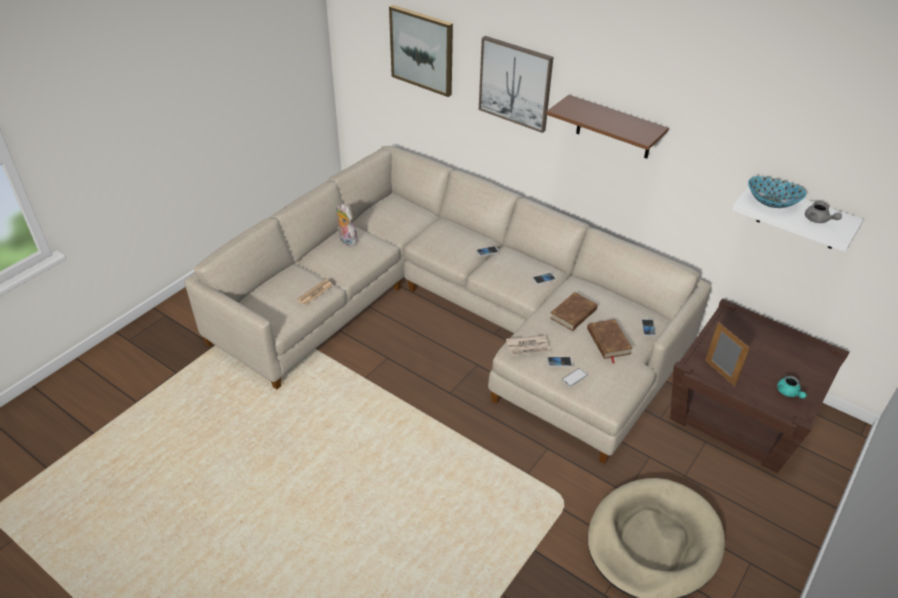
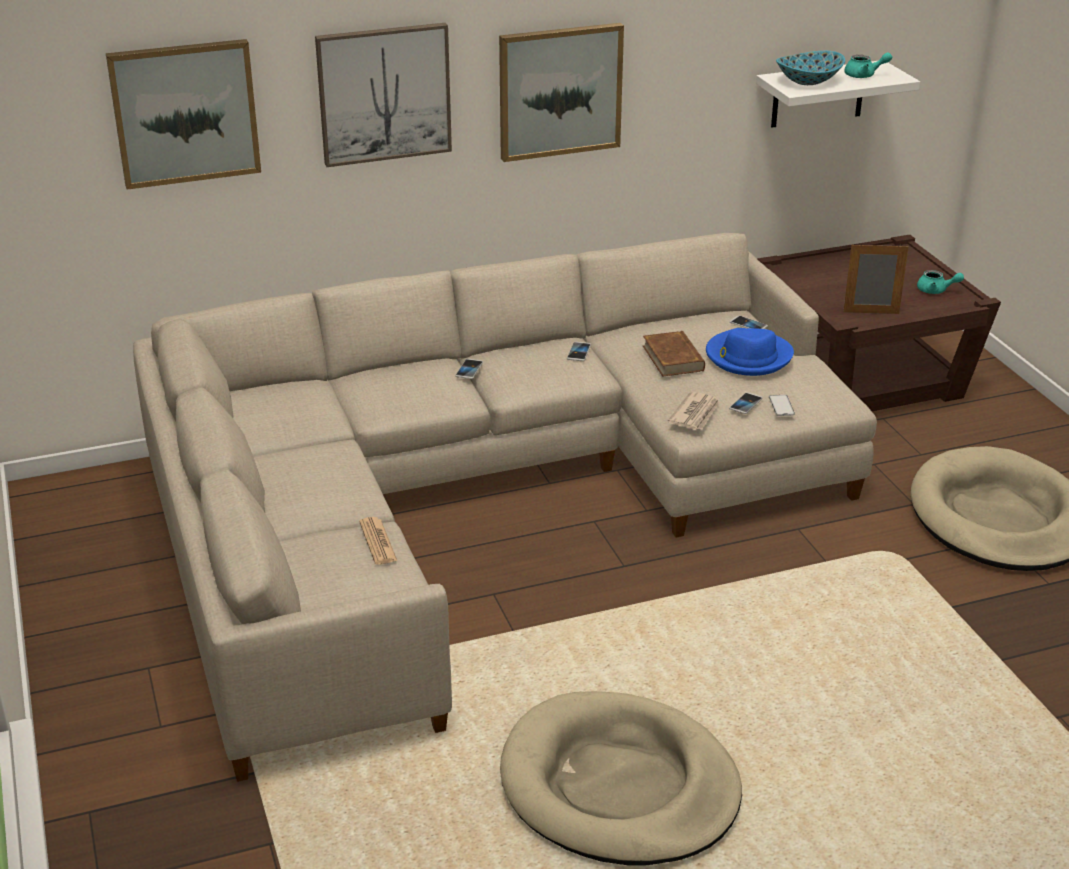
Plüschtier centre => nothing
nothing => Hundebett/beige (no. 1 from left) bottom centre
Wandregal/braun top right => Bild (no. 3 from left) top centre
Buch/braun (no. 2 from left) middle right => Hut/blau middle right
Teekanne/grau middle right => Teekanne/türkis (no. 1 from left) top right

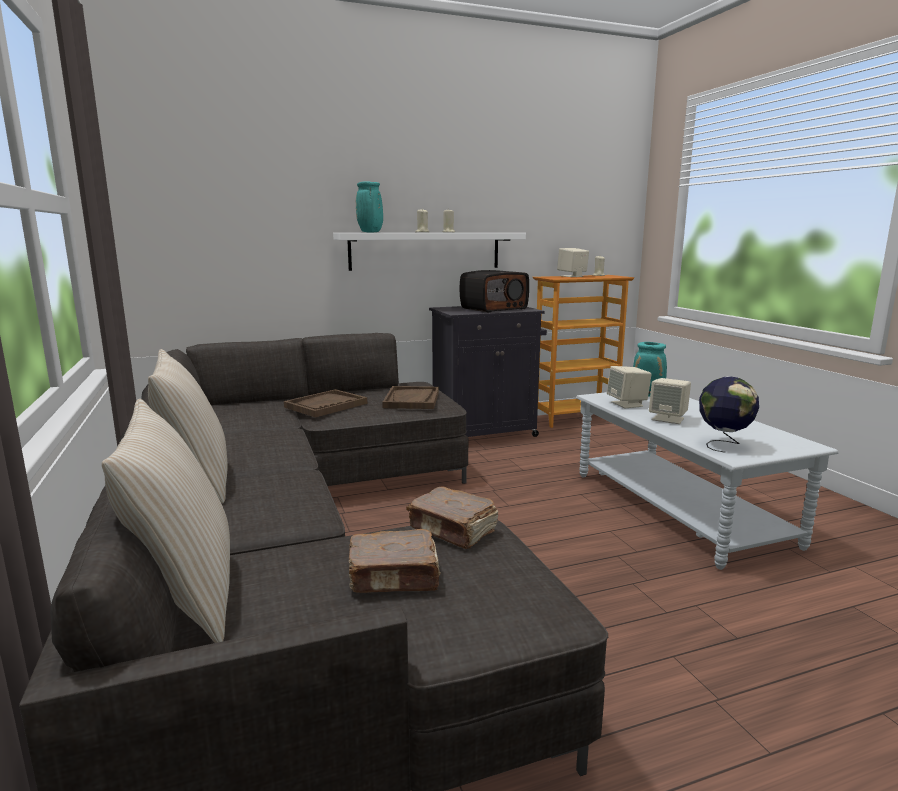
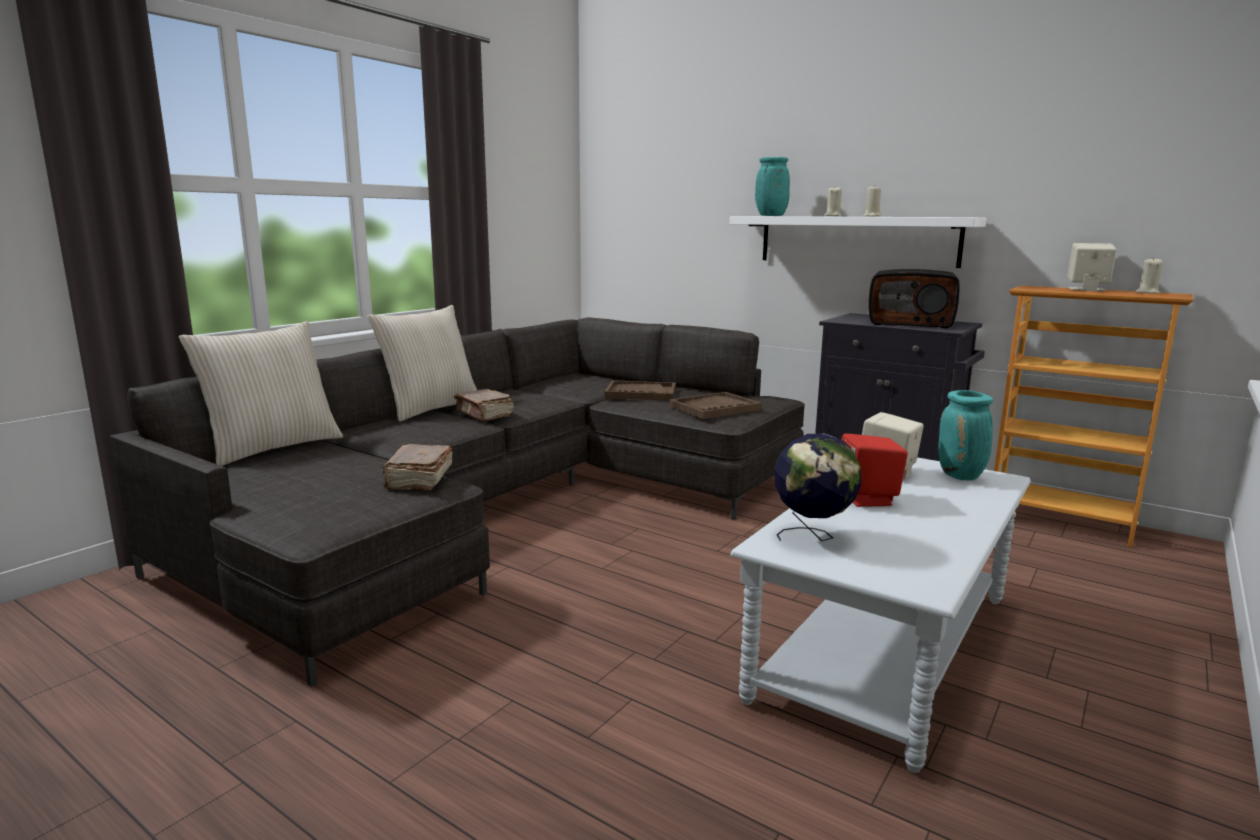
Buch/braun (no. 1 from left in the first image) bottom centre => Buch/braun (no. 2 from left) centre, relocated
Lautsprecher/beige (no. 3 from left) middle right => Lautsprecher/rot middle right

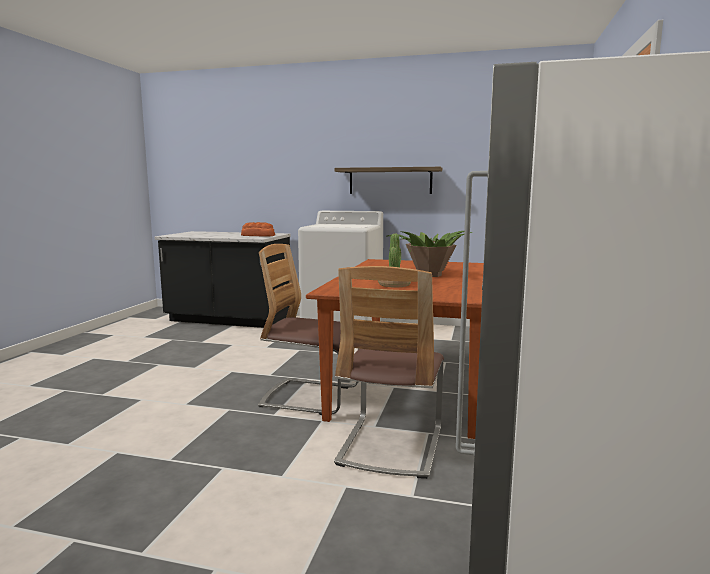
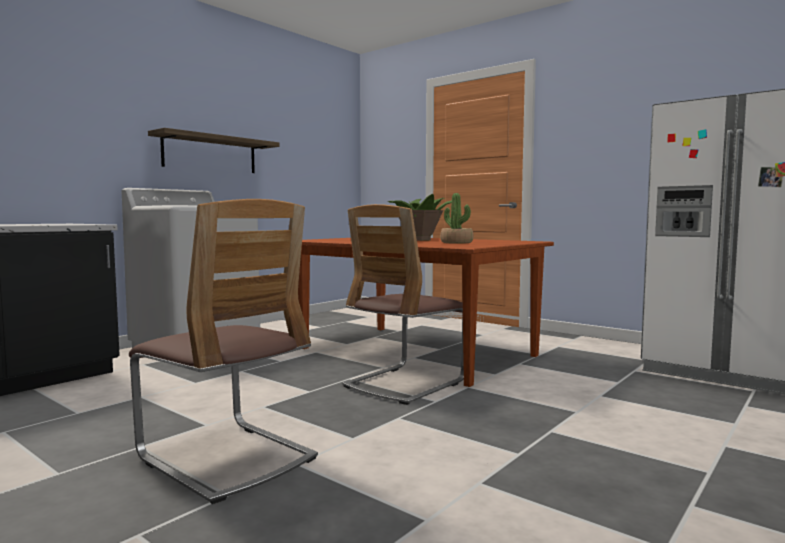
Brot centre => nothing
Stuhl (no. 2 from left in the first image) centre => Stuhl (no. 1 from left) middle left, relocated

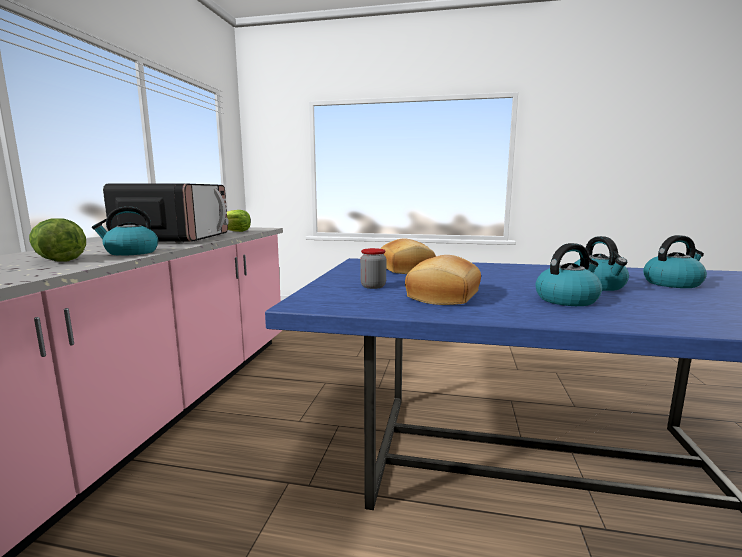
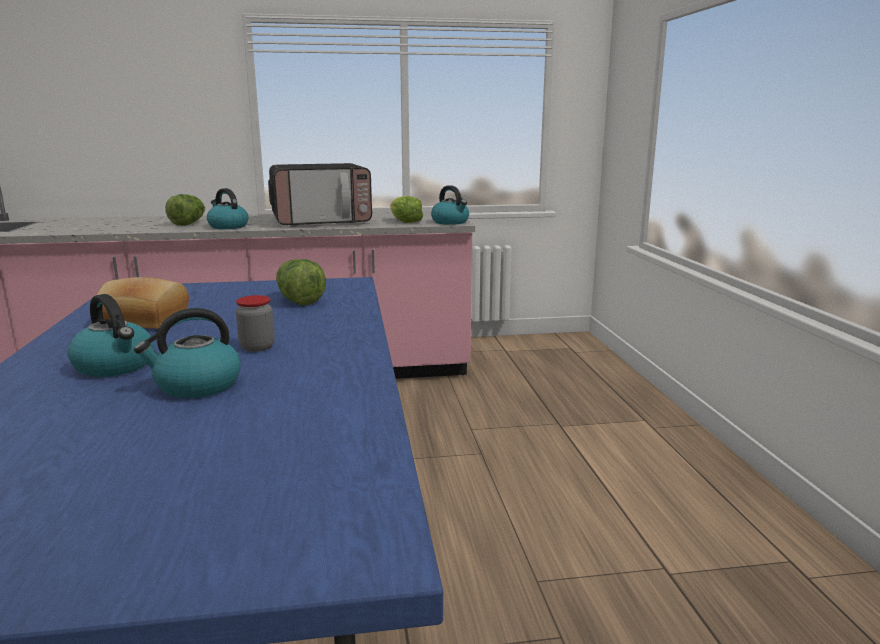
Vorratsglas centre => Vorratsglas middle left, relocated
Wasserkessel (no. 4 from left) middle right => Wasserkessel (no. 4 from left) top centre, relocated
Brot (no. 1 from left) centre => Salatkopf (no. 2 from left) centre

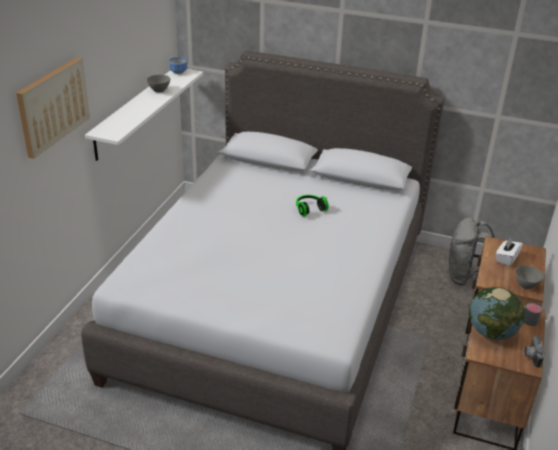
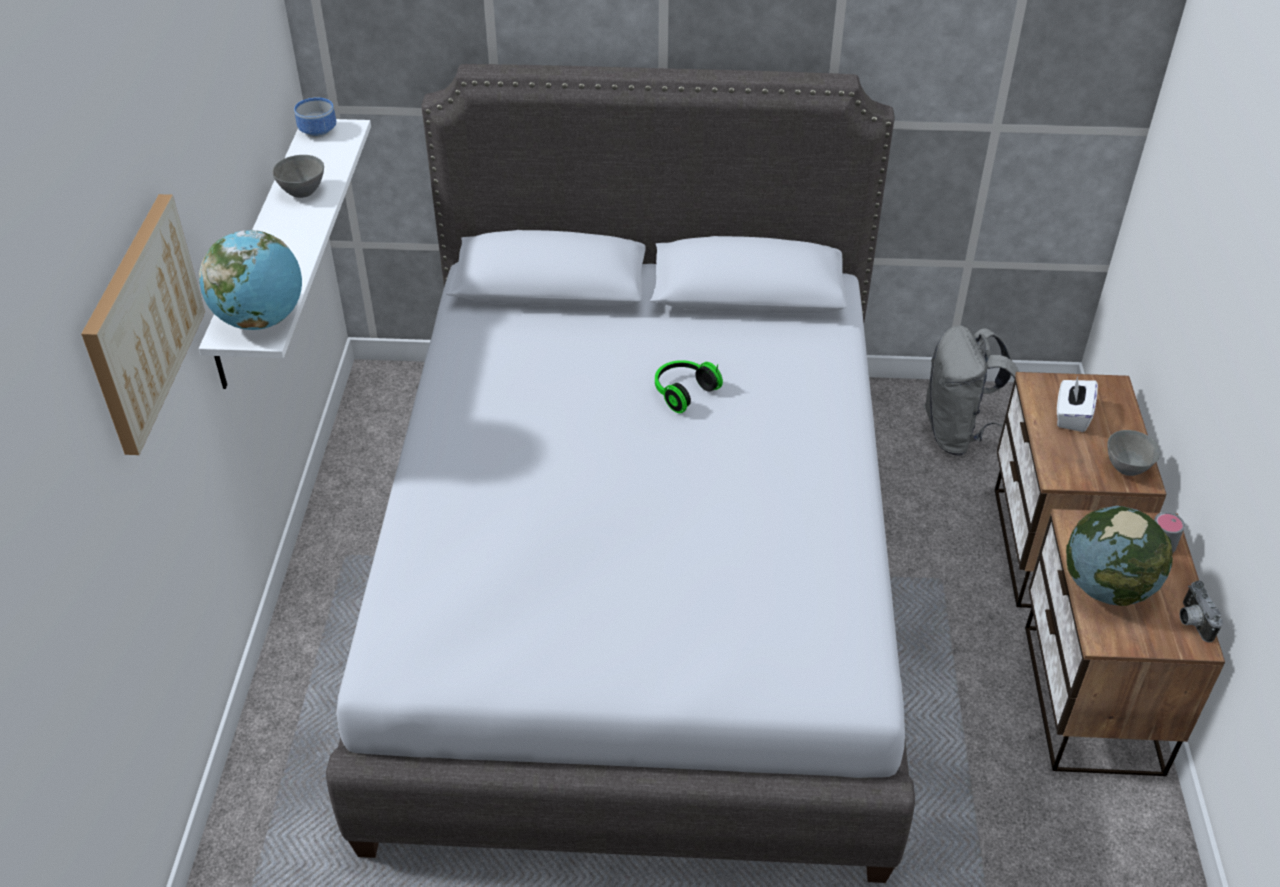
nothing => Globus (no. 1 from left) top left

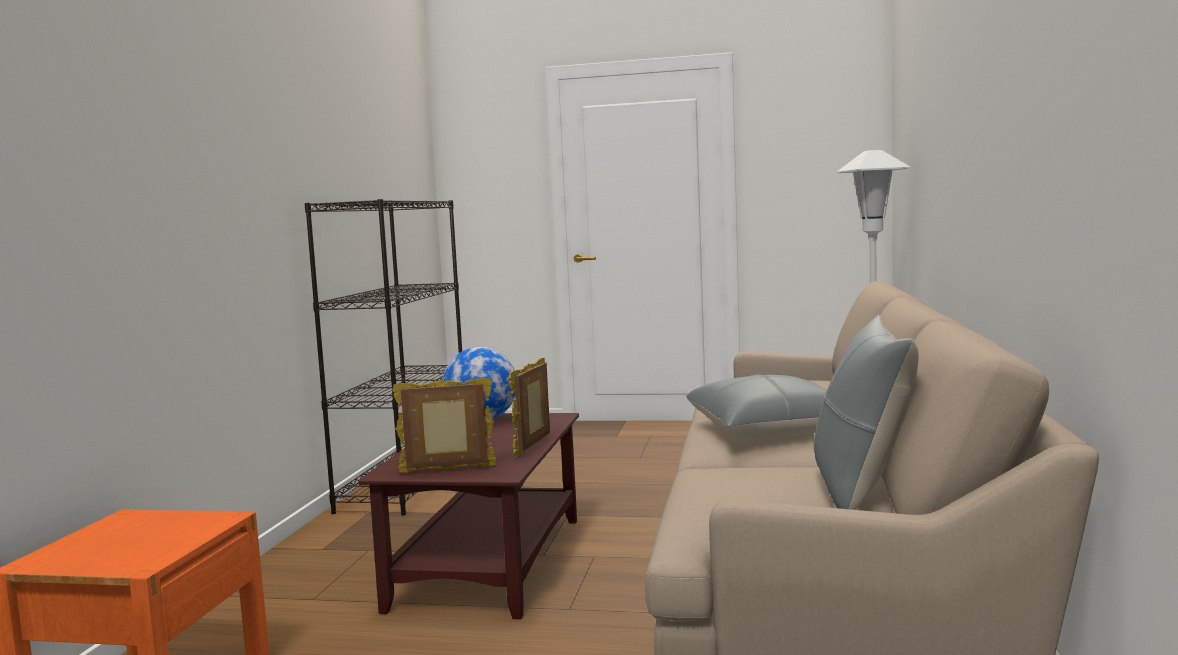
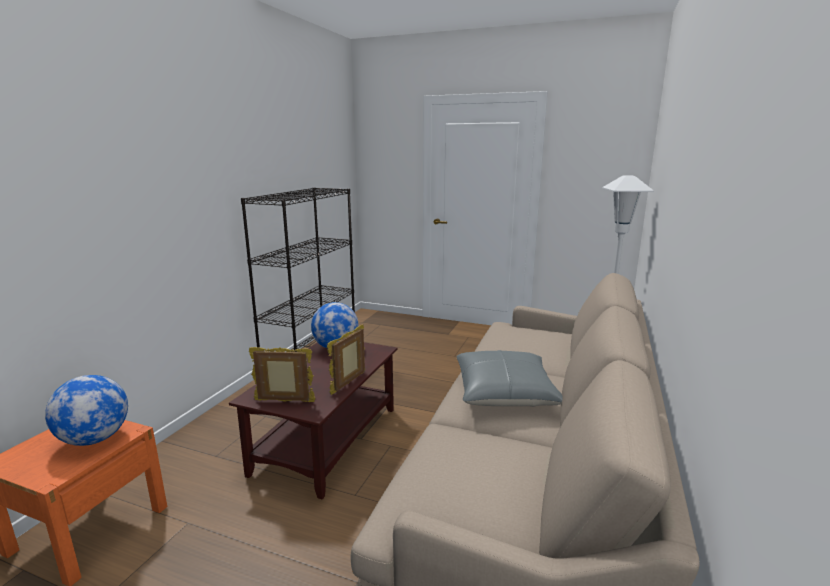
Kissen/grau (no. 2 from left) middle right => nothing
nothing => Globus (no. 1 from left) bottom left

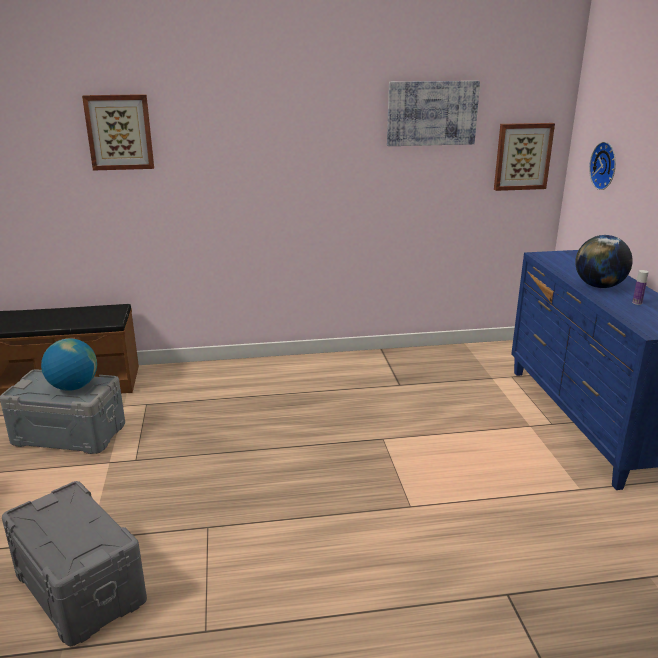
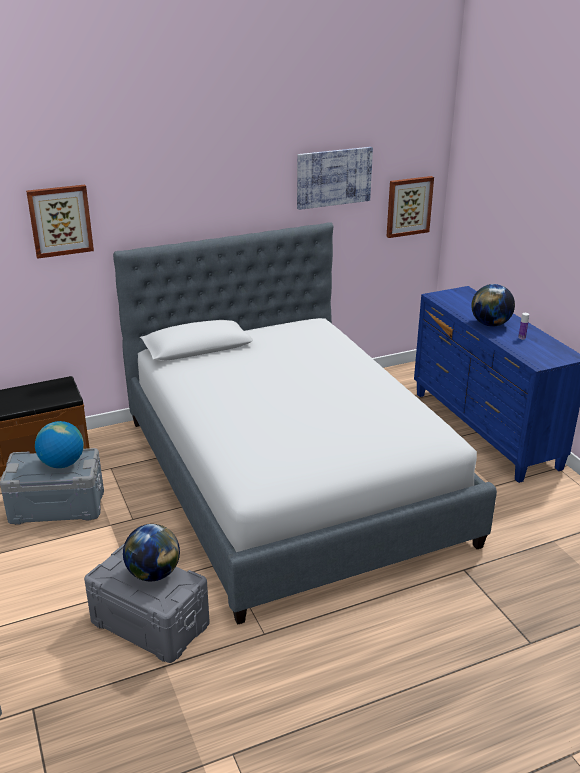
Wanduhr top right => nothing
nothing => Bett centre
nothing => Globus (no. 2 from left) bottom left

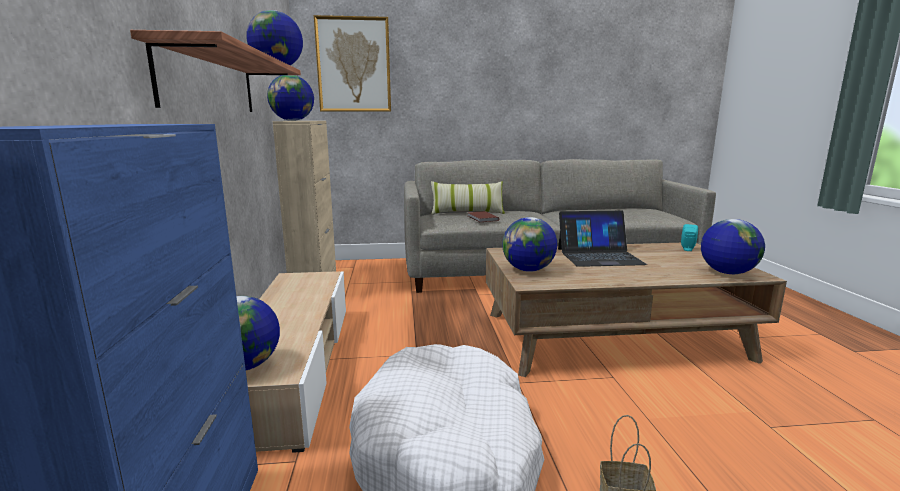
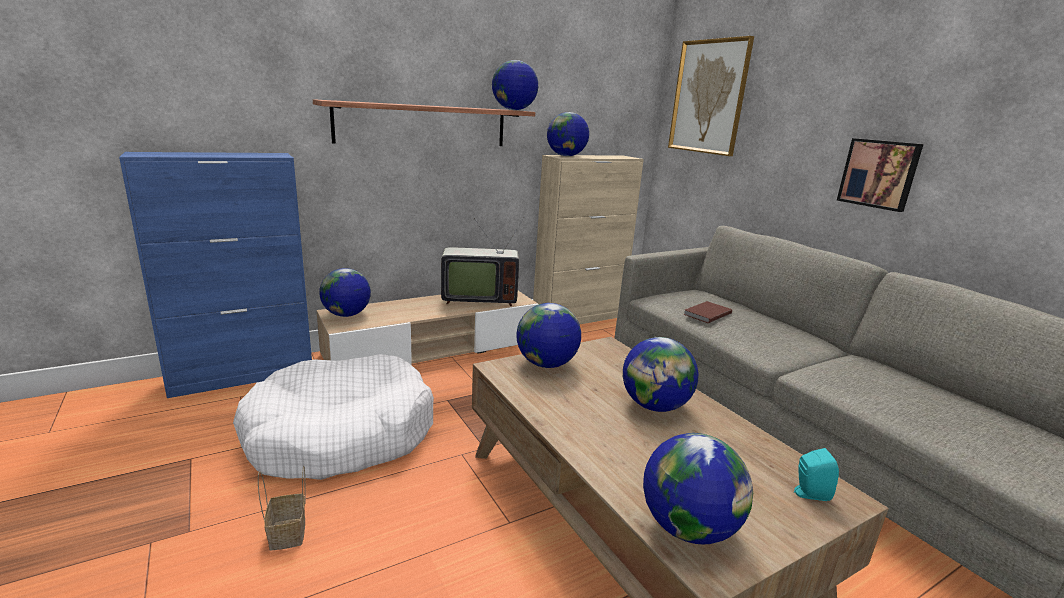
Kissen centre => nothing
nothing => Fernseher centre
nothing => Bild (no. 2 from left) top right
Laptop middle right => Globus (no. 5 from left) centre

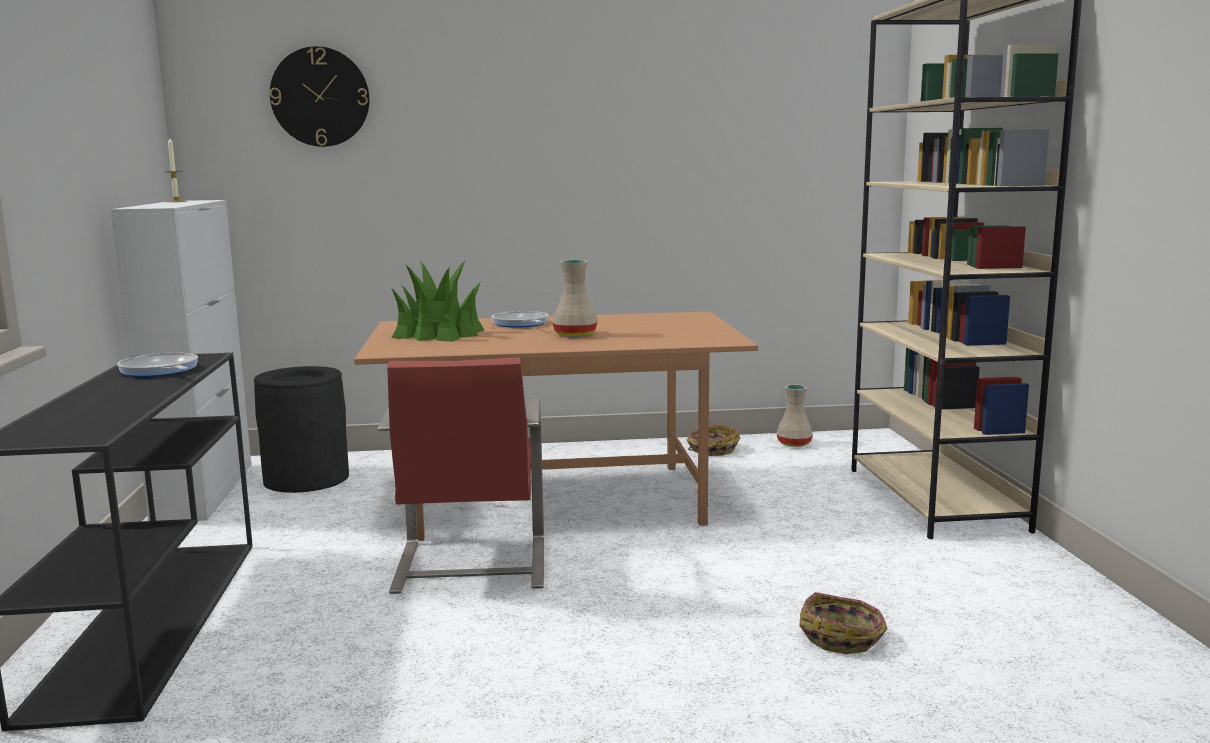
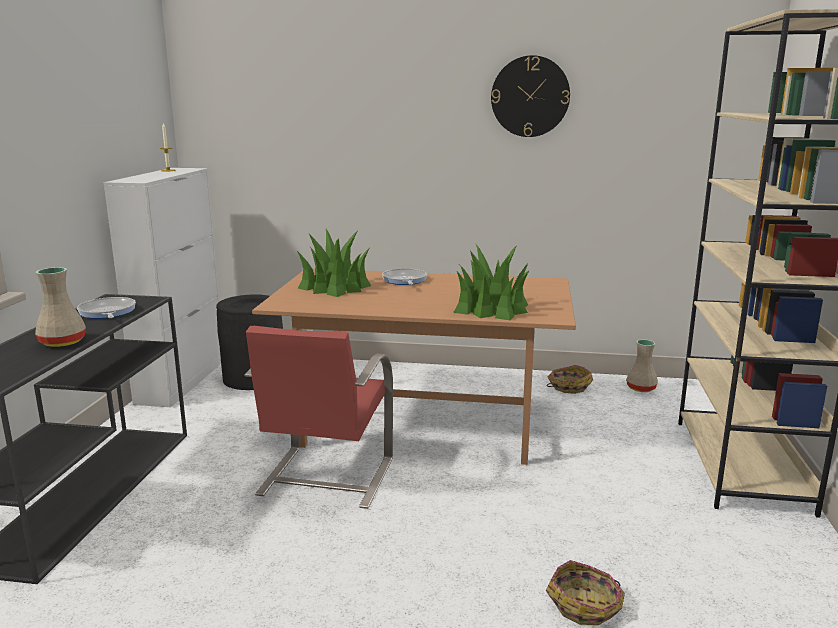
nothing => Topfpflanze (no. 2 from left) centre
Wanduhr top left => Wanduhr top centre, relocated
Vase/beige (no. 1 from left) centre => Vase/beige (no. 1 from left) middle left, relocated

